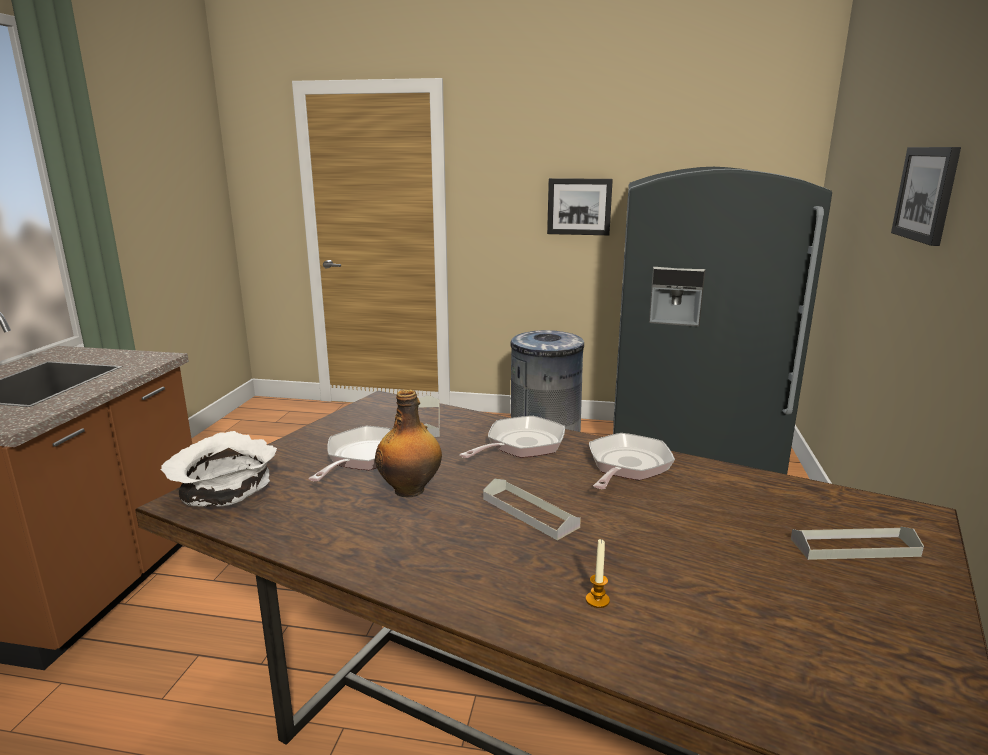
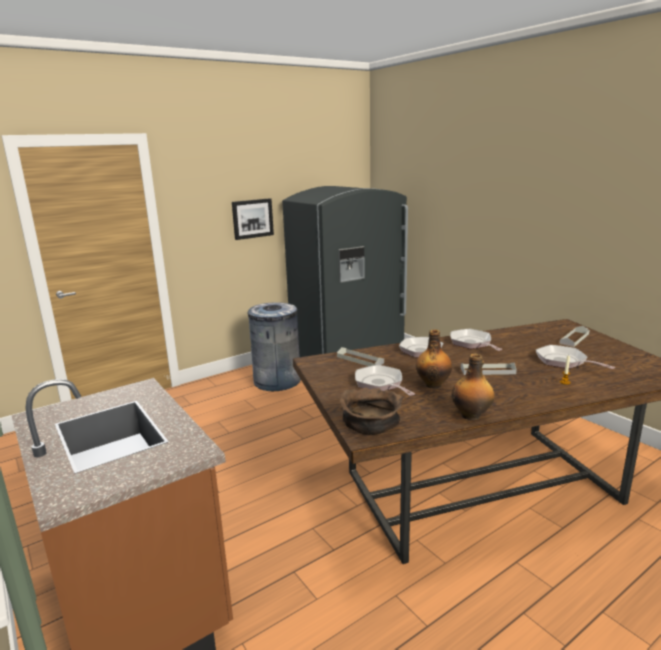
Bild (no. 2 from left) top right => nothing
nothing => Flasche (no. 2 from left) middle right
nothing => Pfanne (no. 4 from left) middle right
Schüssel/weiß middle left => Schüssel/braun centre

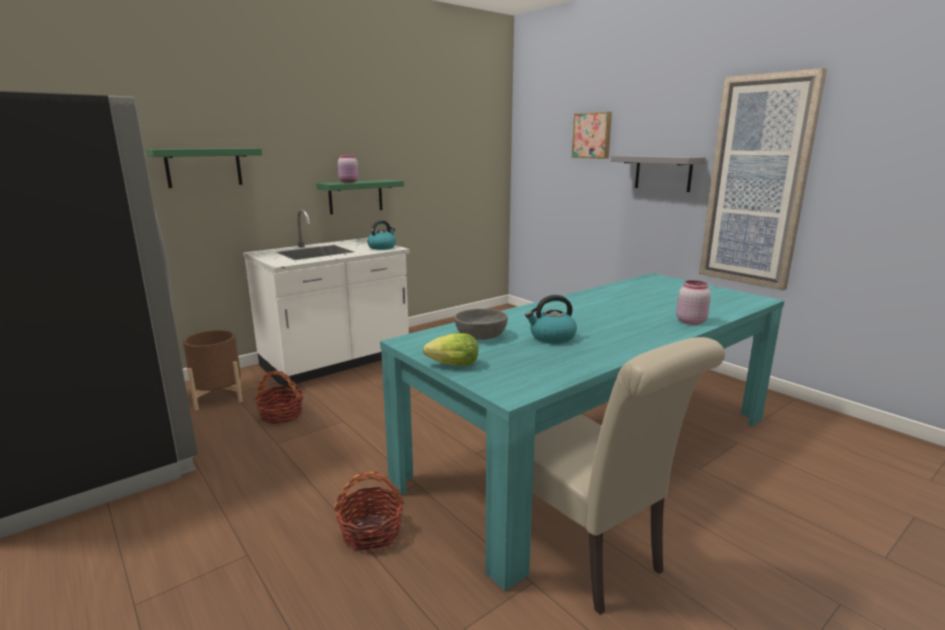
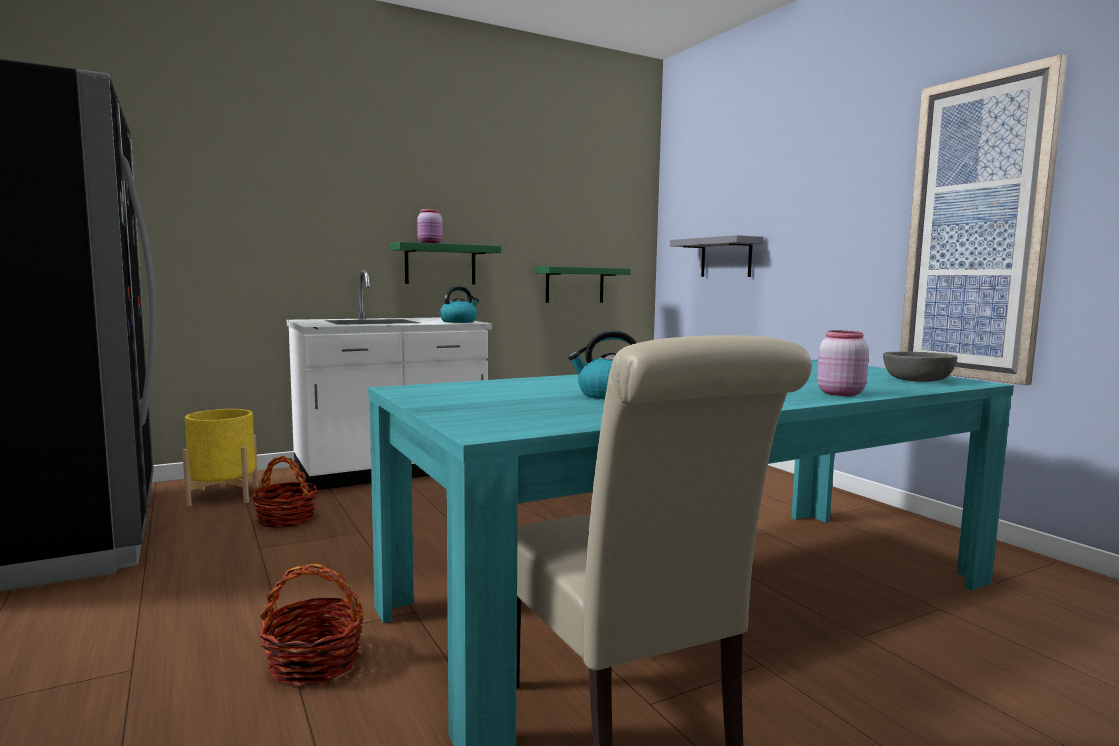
Salatkopf centre => nothing
Bild (no. 1 from left) top centre => nothing
Wandregal/grün (no. 1 from left in the first image) top left => Wandregal/grün (no. 2 from left) centre, relocated
Schüssel/grau centre => Schüssel/grau middle right, relocated
Wandregal/grau top right => Wandregal/grau centre, relocated
Pflanzkübel/braun middle left => Pflanzkübel/gelb middle left

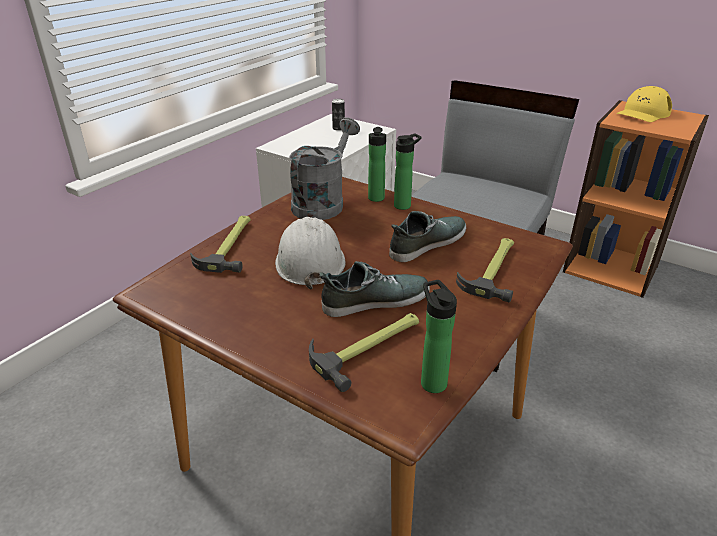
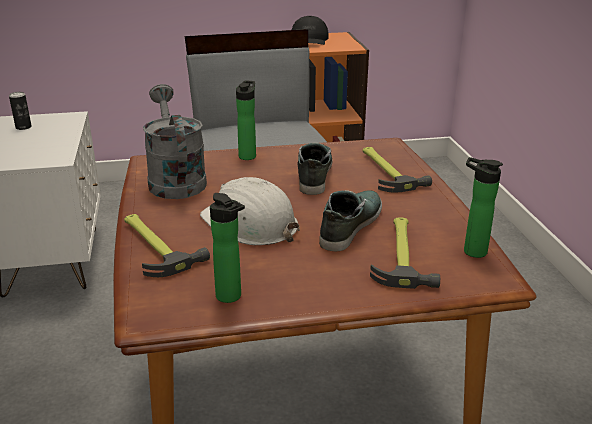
Flasche (no. 1 from left) top centre => Flasche (no. 1 from left) centre, relocated
Kappe/gelb top right => Kappe/schwarz top centre

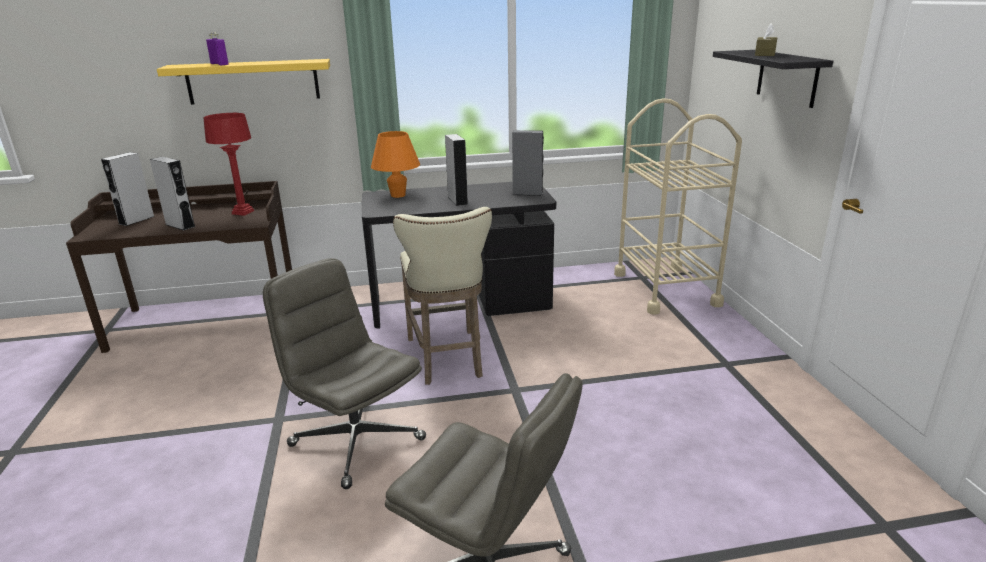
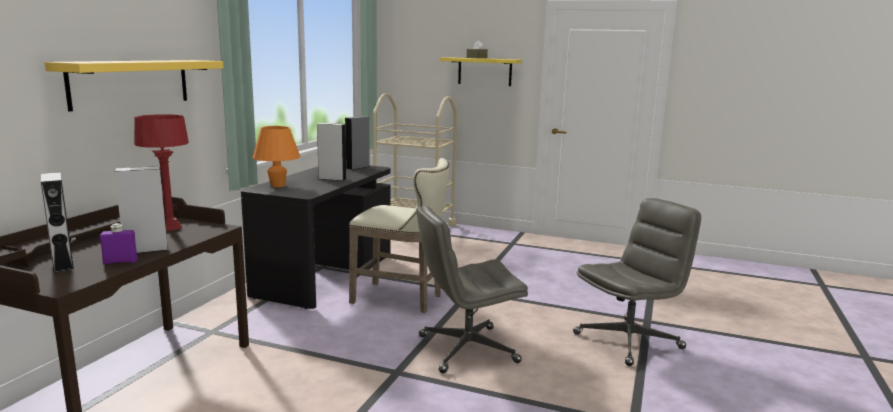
Flasche/lila top left => Flasche/lila middle left, relocated
Wandregal/schwarz top right => Wandregal/gelb (no. 2 from left) top centre

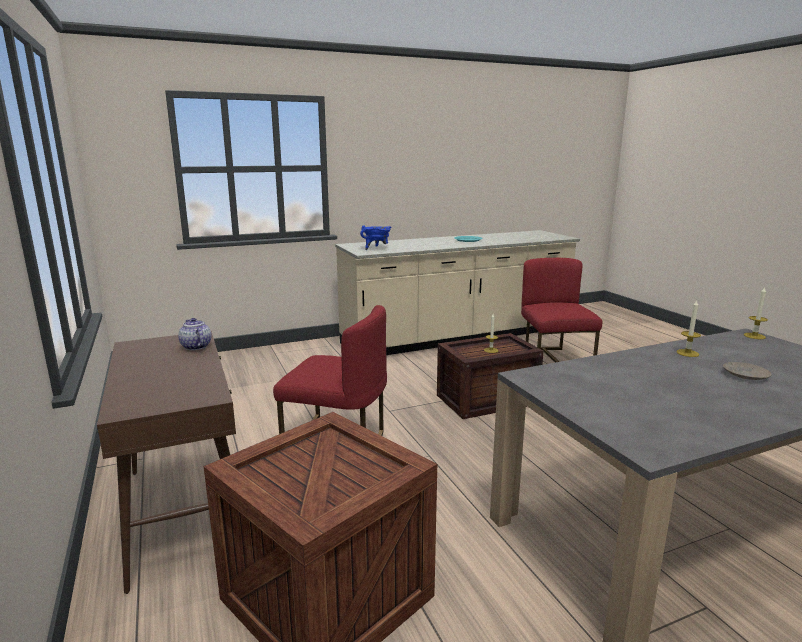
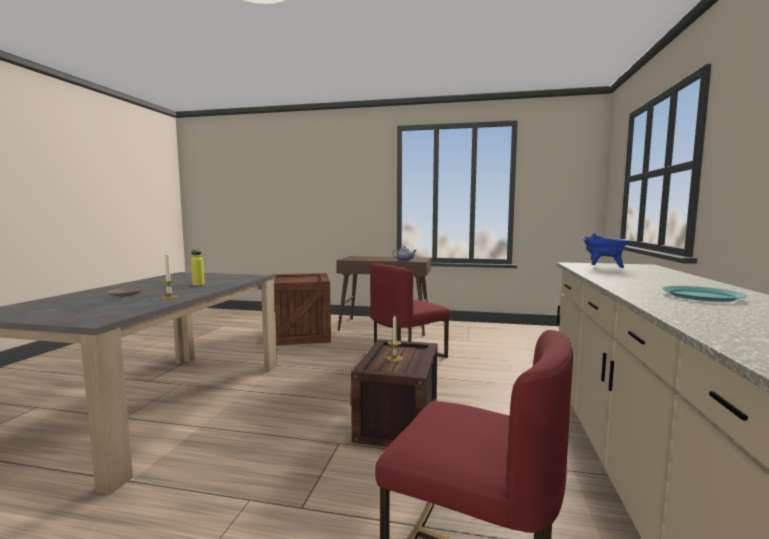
Kerze (no. 3 from left) middle right => nothing
nothing => Flasche/gelb middle left

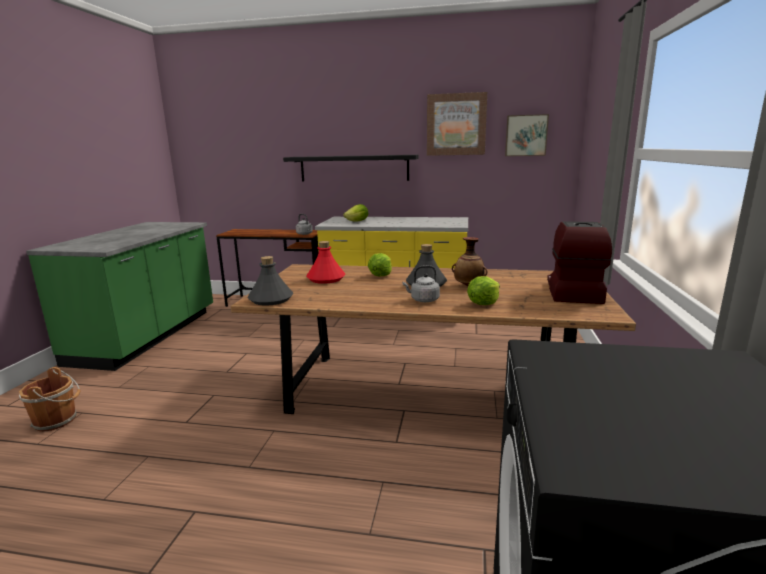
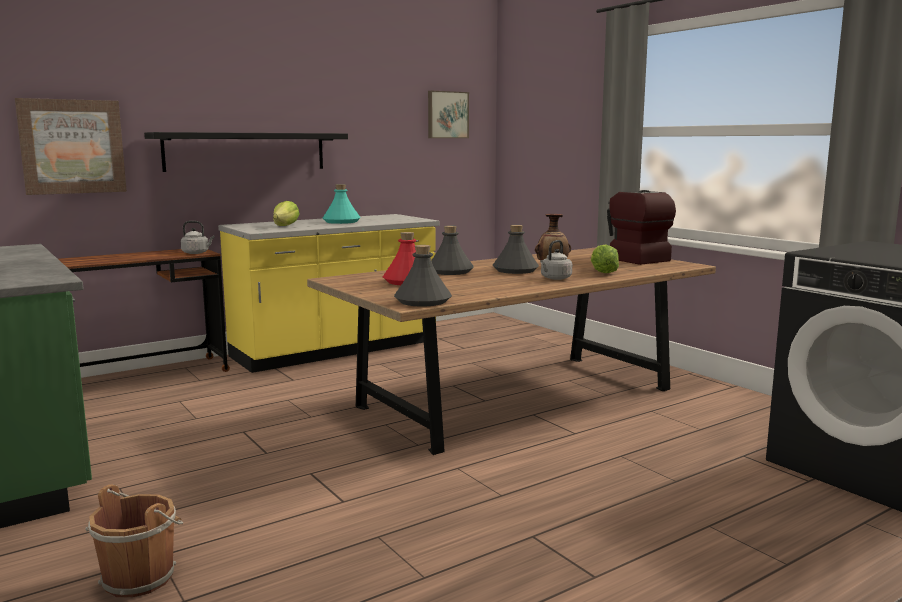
nothing => Flasche/türkis centre
Bild (no. 1 from left) top centre => Bild (no. 1 from left) top left, relocated
Salatkopf (no. 2 from left) centre => Flasche/grau (no. 2 from left) centre

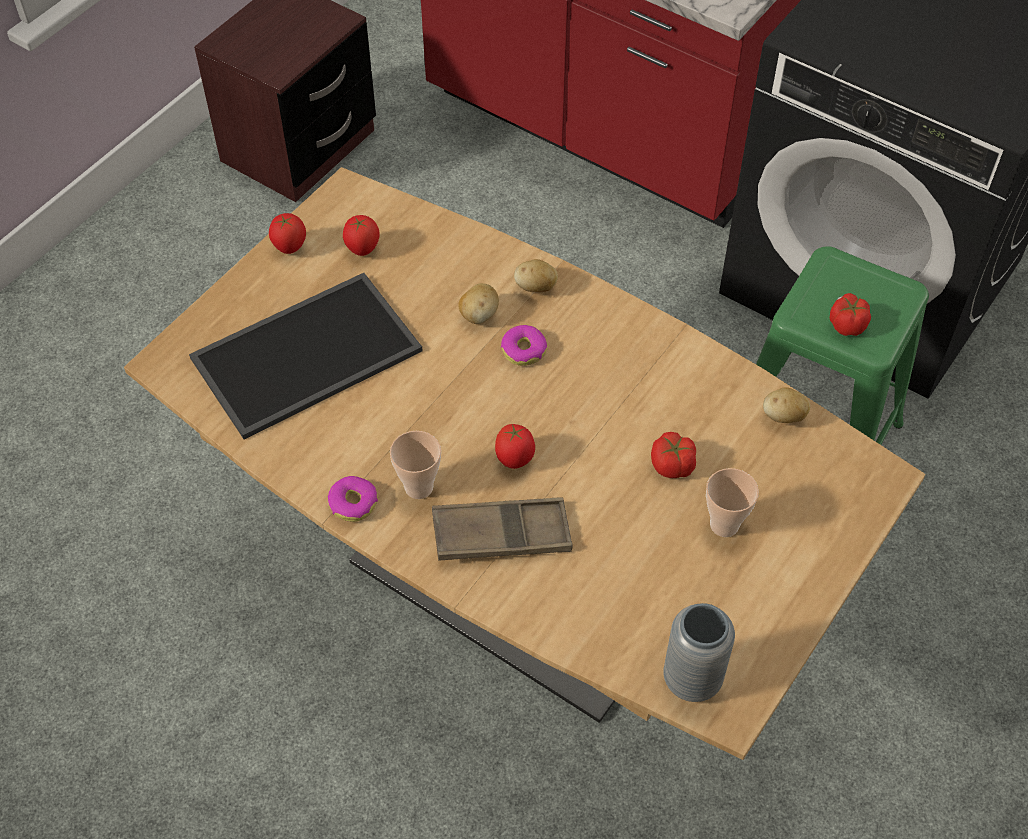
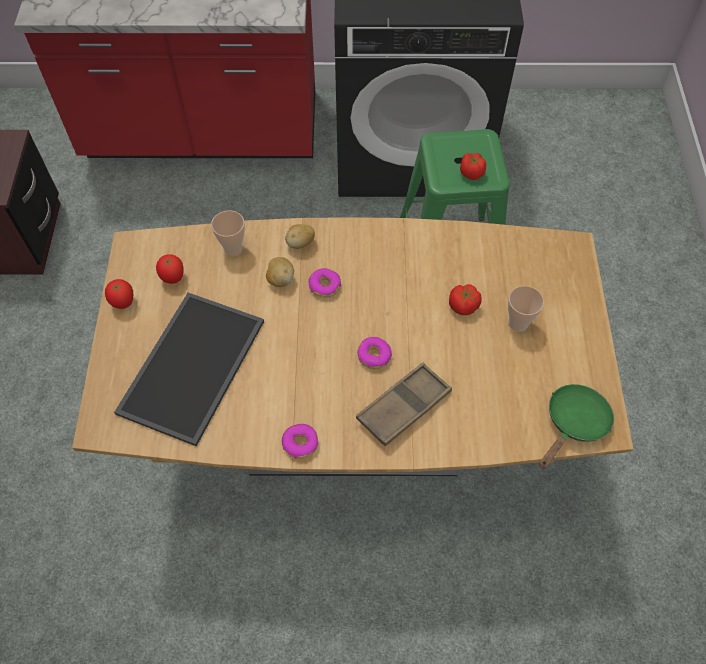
Kartoffel (no. 3 from left) middle right => nothing
Tasse (no. 1 from left) centre => Tasse (no. 1 from left) middle left, relocated
Tomate (no. 3 from left) centre => Donut (no. 3 from left) centre
Vase/grau bottom right => Pfanne/grün middle right

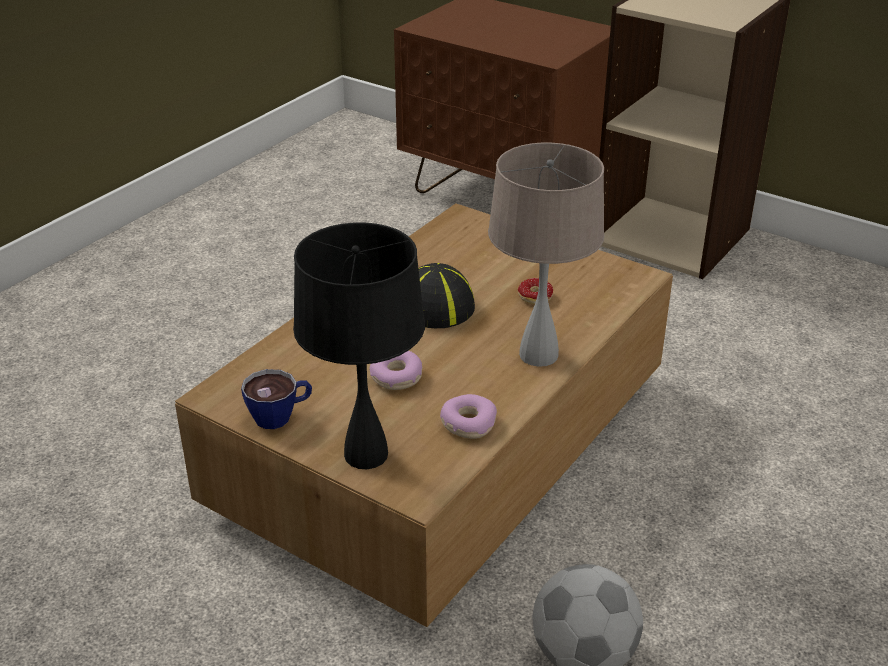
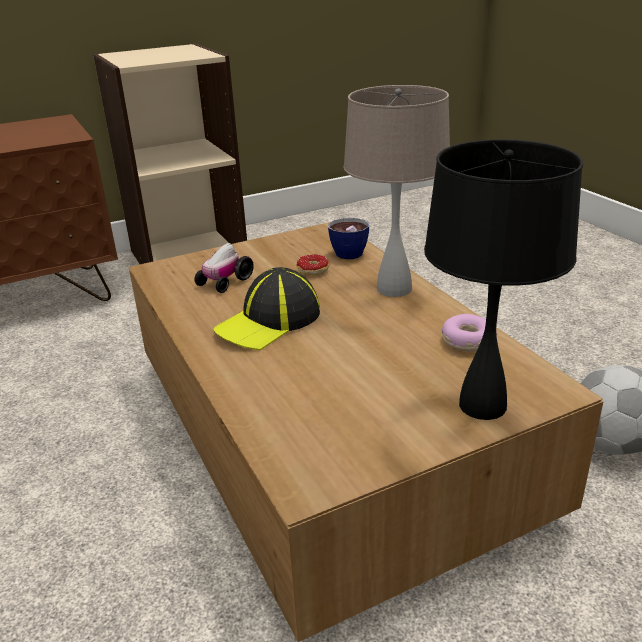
Donut (no. 1 from left) centre => nothing
nothing => Spielzeugauto centre
Tasse middle left => Tasse centre, relocated

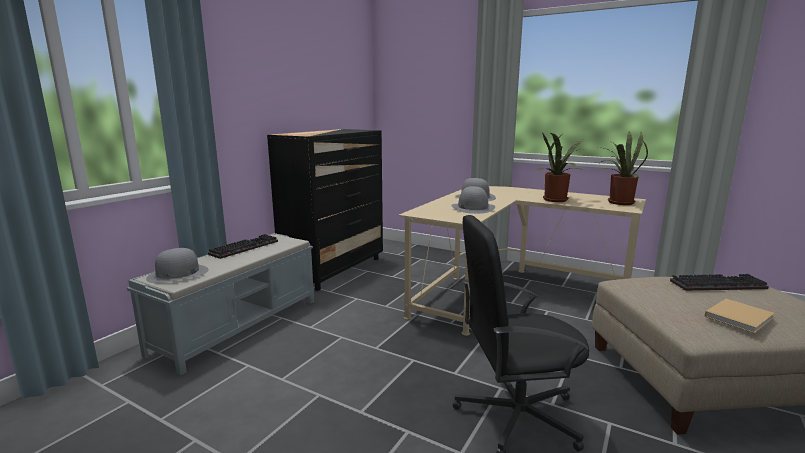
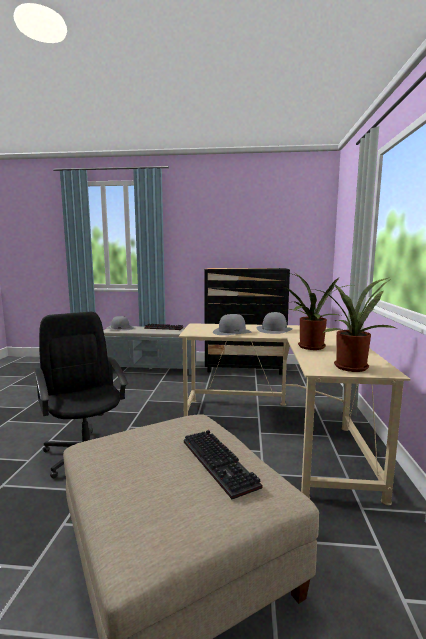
Buch/beige bottom right => nothing

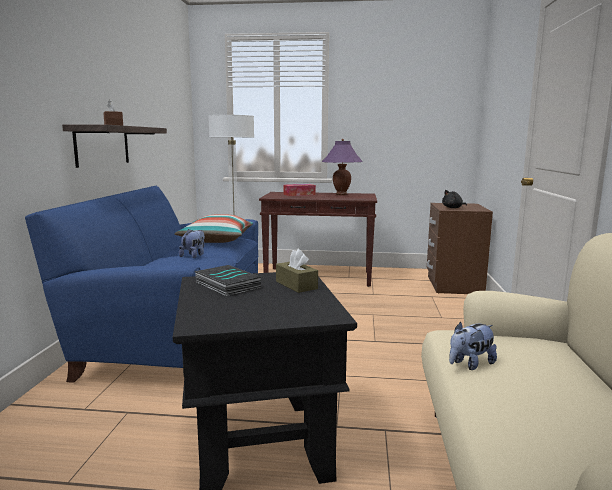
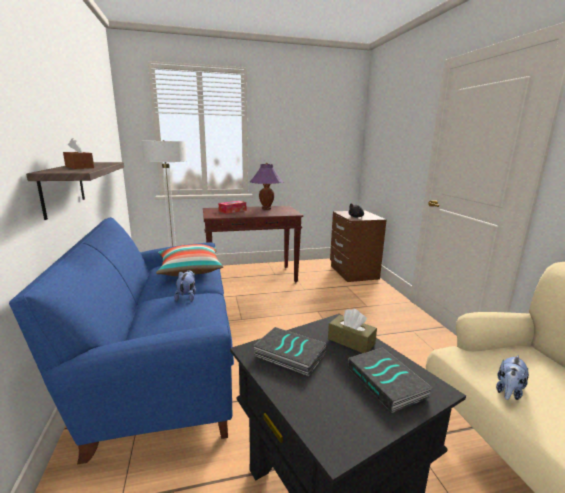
nothing => Buch (no. 2 from left) bottom right

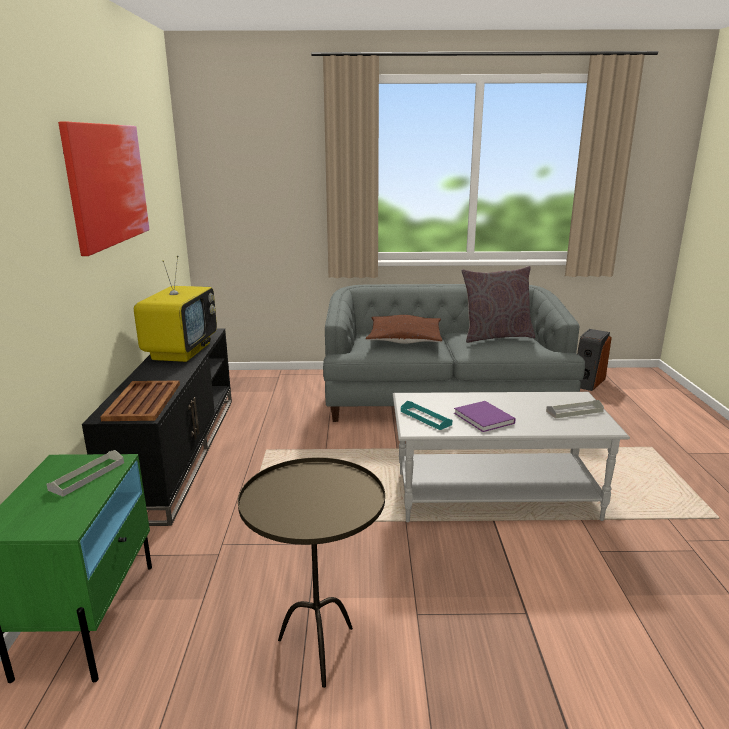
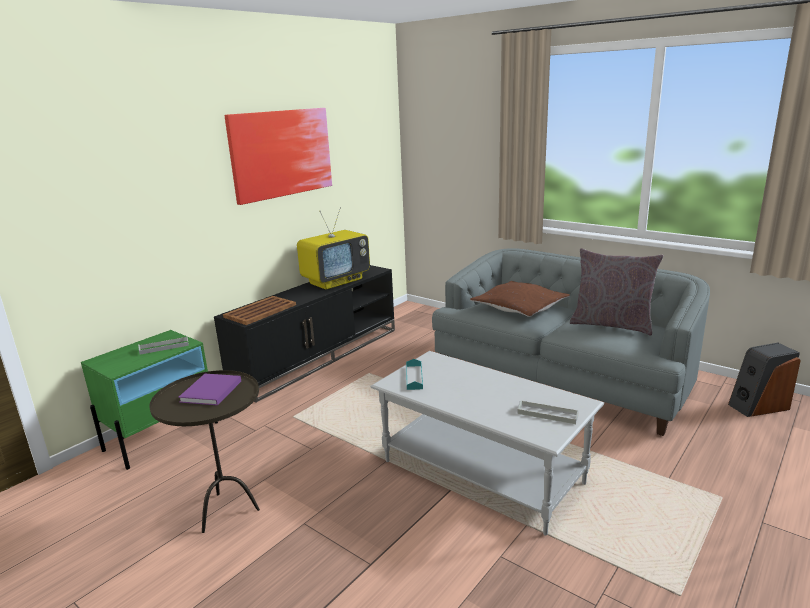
Buch/lila centre => Buch/lila middle left, relocated

